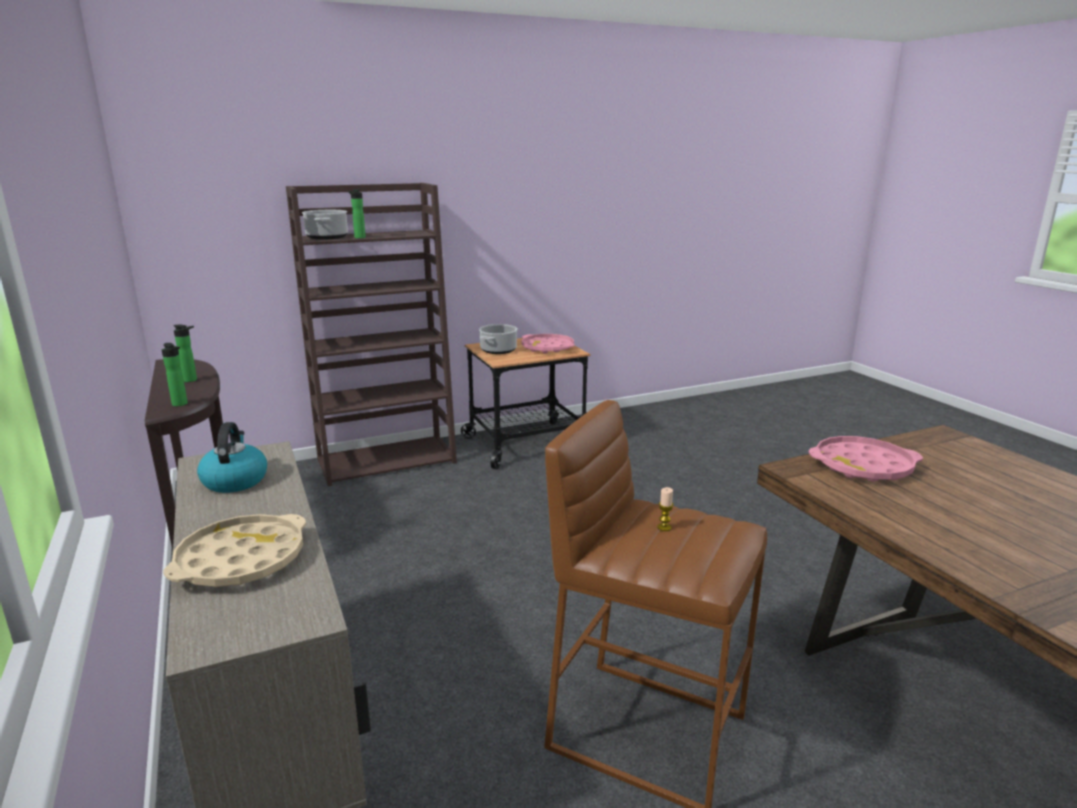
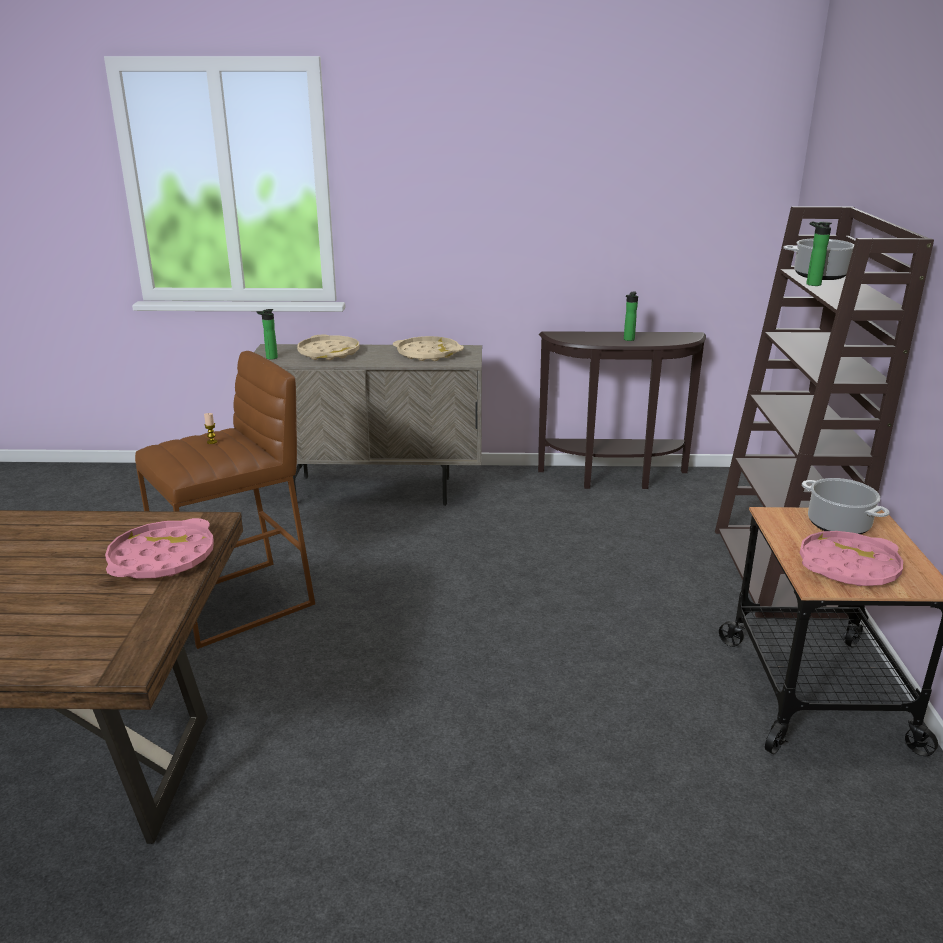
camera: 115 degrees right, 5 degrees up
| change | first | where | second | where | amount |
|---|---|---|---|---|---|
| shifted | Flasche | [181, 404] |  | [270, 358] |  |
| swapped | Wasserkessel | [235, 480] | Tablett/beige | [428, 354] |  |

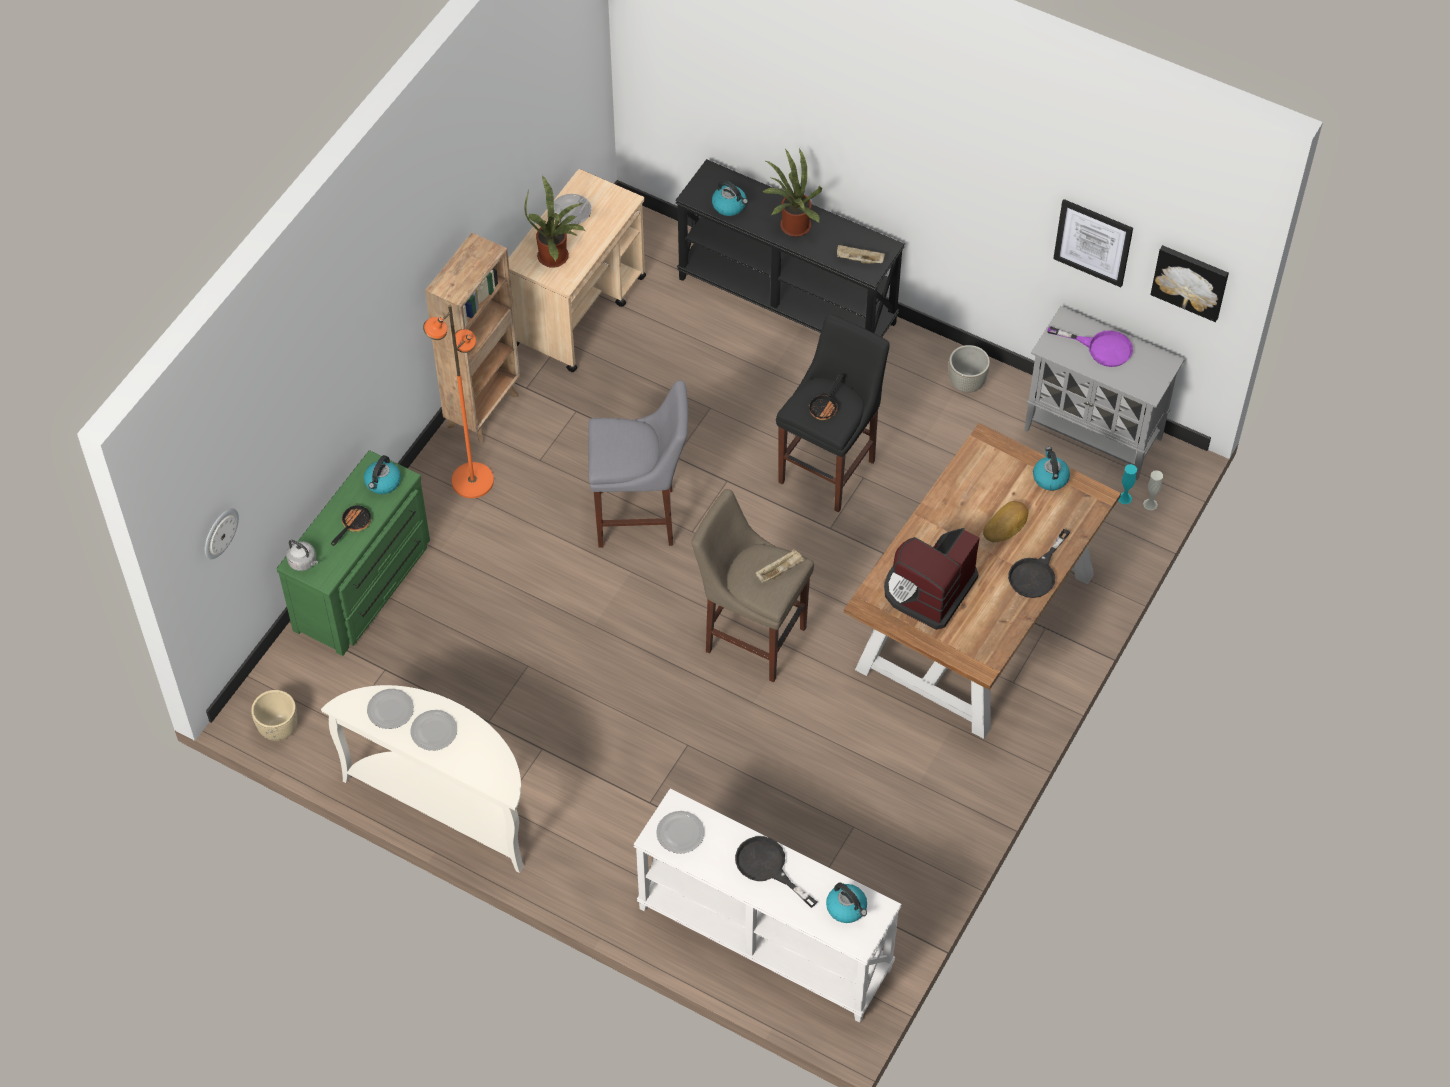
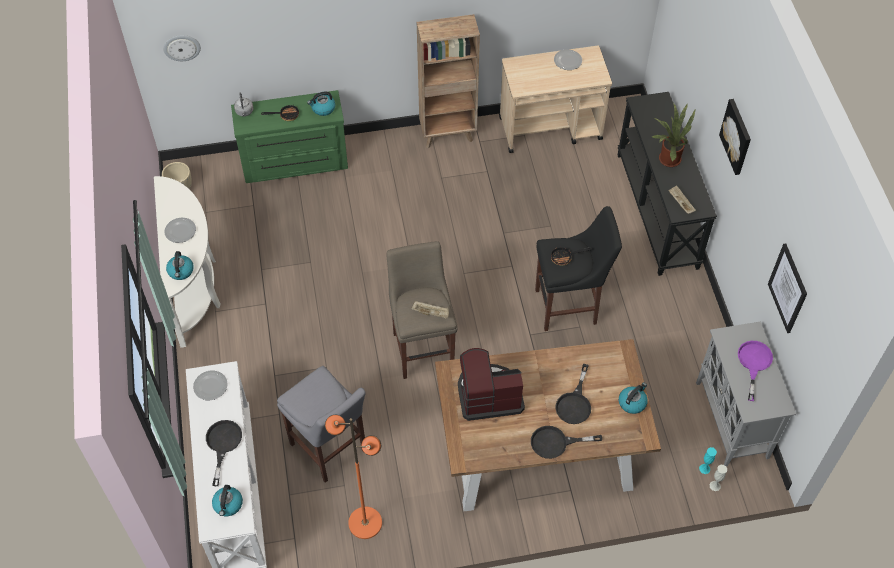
camera: 50 degrees right, 0 degrees up
| change | first | where | second | where | amount |
|---|---|---|---|---|---|
| gone | Topfpflanze | [556, 256] |  |  |  |
| shifted | Wasserkessel | [730, 205] |  | [181, 271] |  |
| shifted | Bild | [1190, 281] |  | [737, 136] |  |
| shifted | Stehlampe/orange | [471, 480] |  | [365, 522] |  |
| rotated | Pfanne/lila | [1101, 348] |  | [753, 363] | 150 degrees counterclockwise |
| gone | Pflanzkübel/grau | [967, 383] |  |  |  |
| shifted | Hocker/grau | [641, 518] |  | [330, 450] |  |
| swapped | Brot | [1006, 525] | Pfanne/schwarz | [574, 403] |  |
| gone | Teller | [390, 709] |  |  |  |

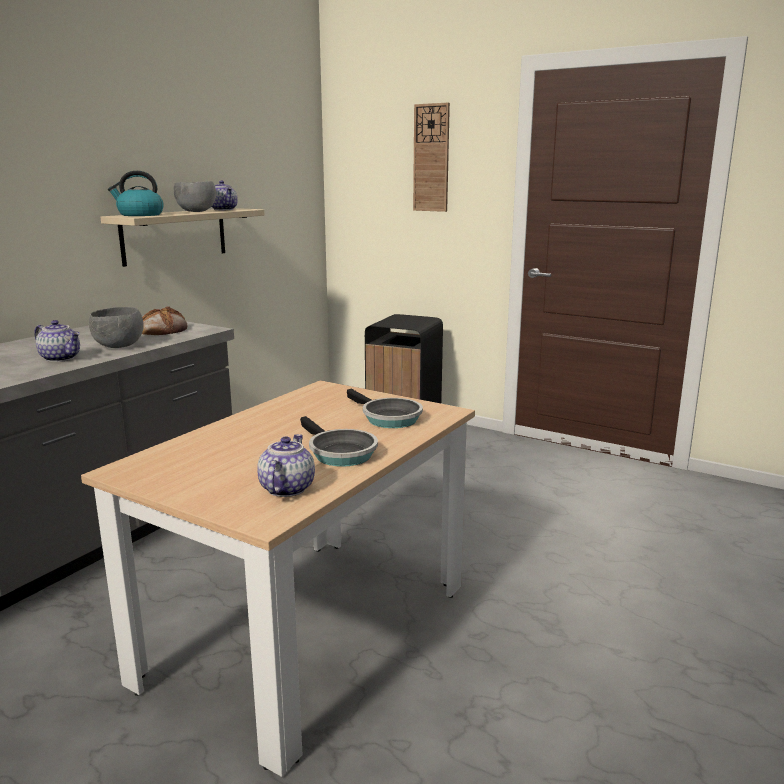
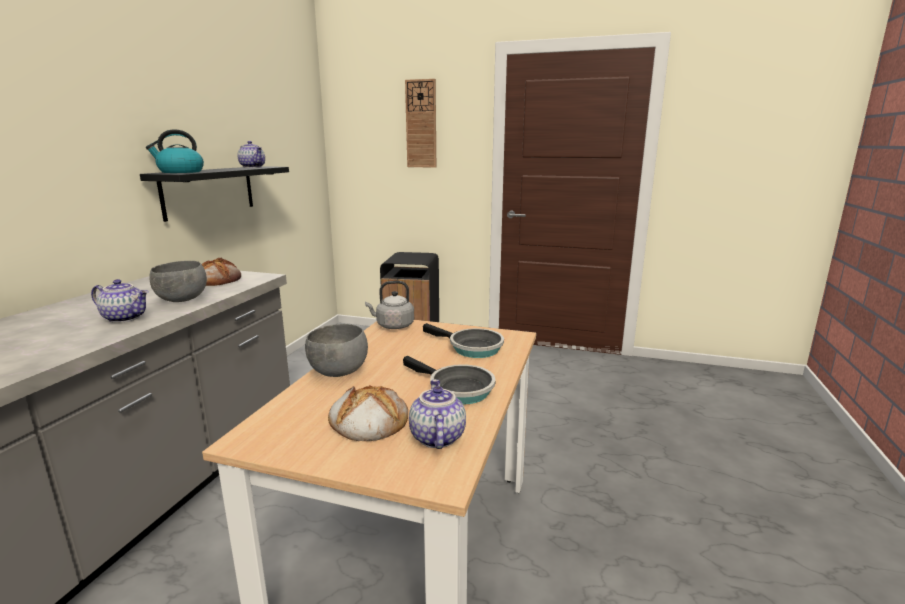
camera: 15 degrees left, 0 degrees up
| change | first | where | second | where | amount |
|---|---|---|---|---|---|
| shifted | Schüssel/grau | [196, 211] |  | [338, 373] |  |
| repainted | Wandregal/beige | [175, 235] | Wandregal/schwarz | [209, 191] |  |
| new |  |  | Wasserkessel/grau | [393, 326] |  |
| new |  |  | Brot | [368, 420] |  |

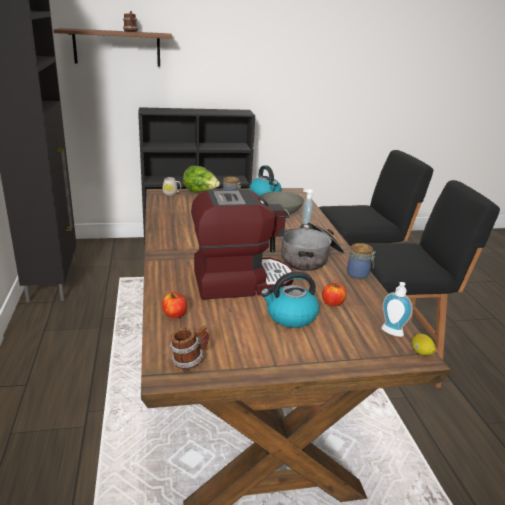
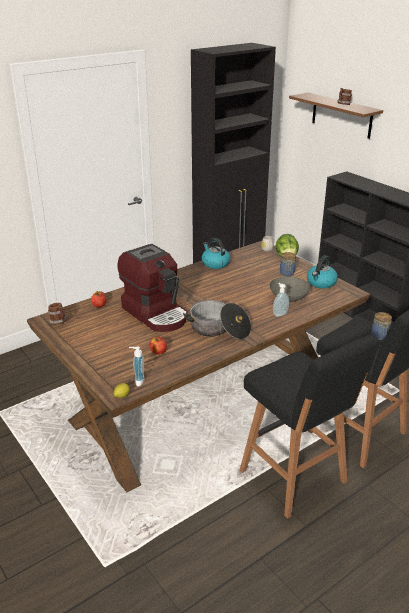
camera: 65 degrees right, 5 degrees up
| change | first | where | second | where | amount |
|---|---|---|---|---|---|
| shifted | Vorratsglas | [358, 275] |  | [380, 336] |  |
| shifted | Wasserkessel | [290, 316] |  | [215, 263] |  |

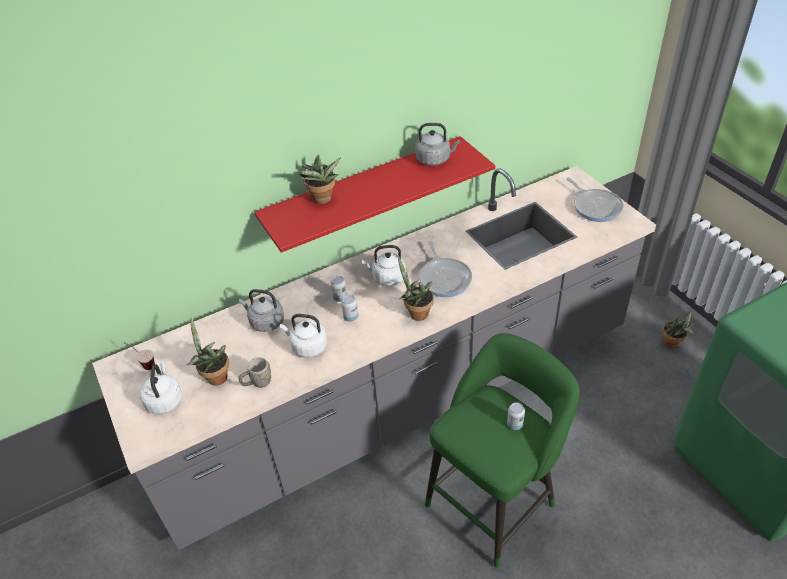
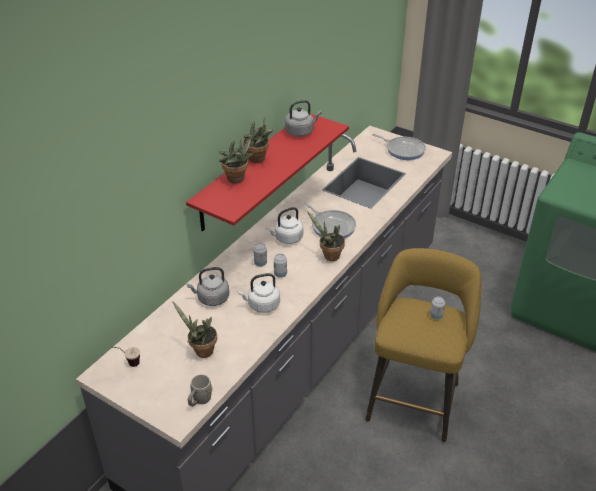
camera: 30 degrees left, 5 degrees down
| change | first | where | second | where | amount |
|---|---|---|---|---|---|
| shifted | Topfpflanze | [673, 344] |  | [259, 159] |  |
| repainted | Hocker/grün | [494, 500] | Hocker/gelb | [414, 397] |  |
| shifted | Henkelbecher/grau | [257, 383] |  | [199, 401] |  |
| gone | Wasserkessel/weiß | [164, 400] |  |  |  |

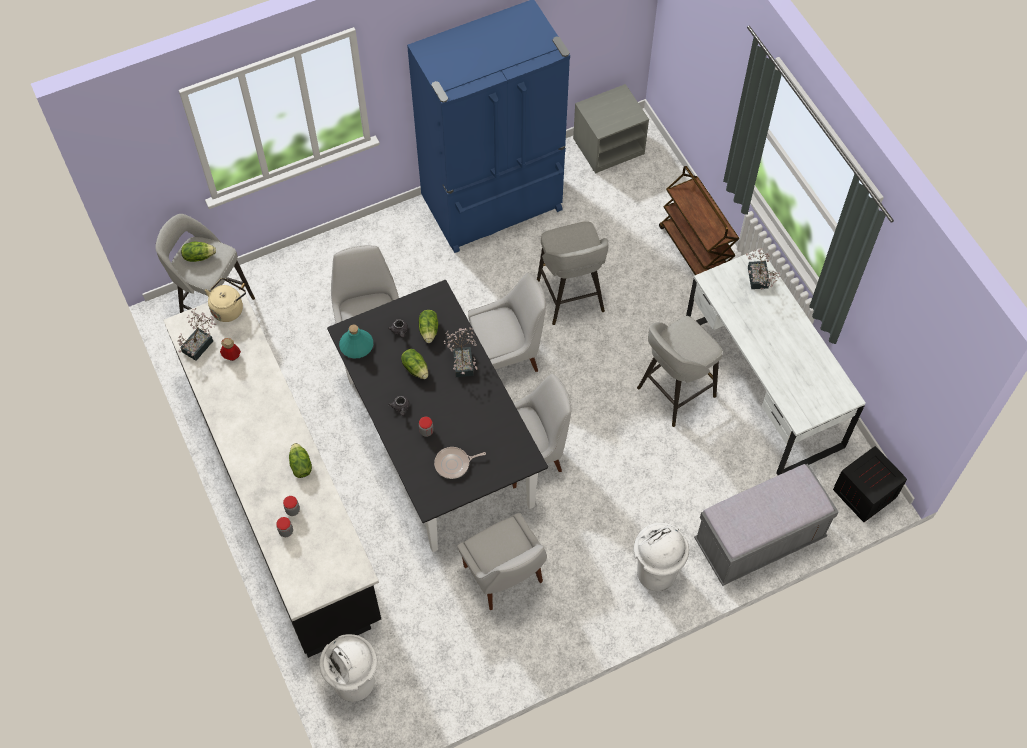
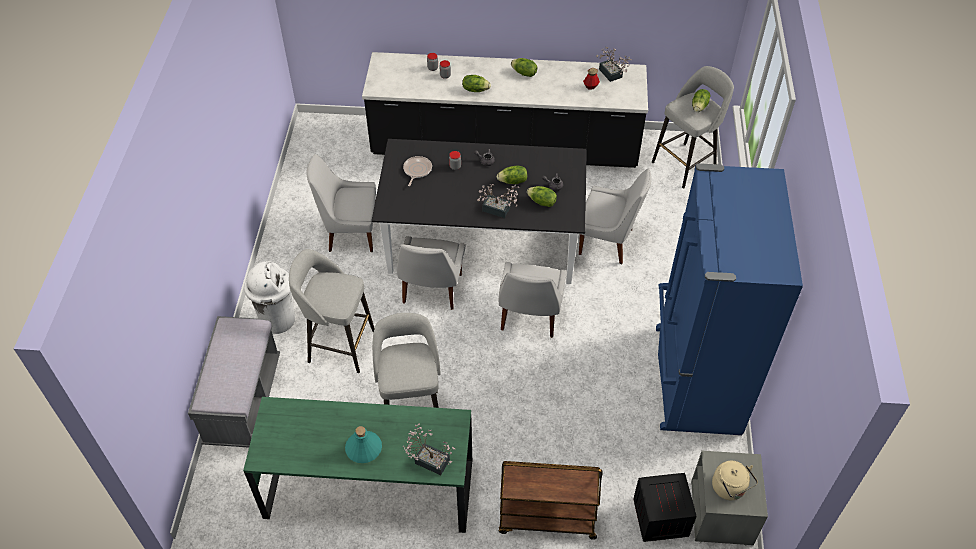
camera: 120 degrees right, 10 degrees down
| change | first | where | second | where | amount |
|---|---|---|---|---|---|
| shifted | Hocker/grau | [571, 298] |  | [339, 345] |  |
| repainted | Schreibtisch/weiß | [762, 386] | Schreibtisch/grün | [369, 489] |  |
| shifted | Wasserkessel/beige | [228, 308] |  | [730, 489] |  |
| shifted | Flasche/türkis | [356, 345] |  | [364, 448] |  |
| shifted | Kiste | [864, 494] |  | [659, 517] |  |
| gone | Mülleimer/weiß | [354, 682] |  |  |  |
| new |  |  | Salatkopf | [524, 73] |  |

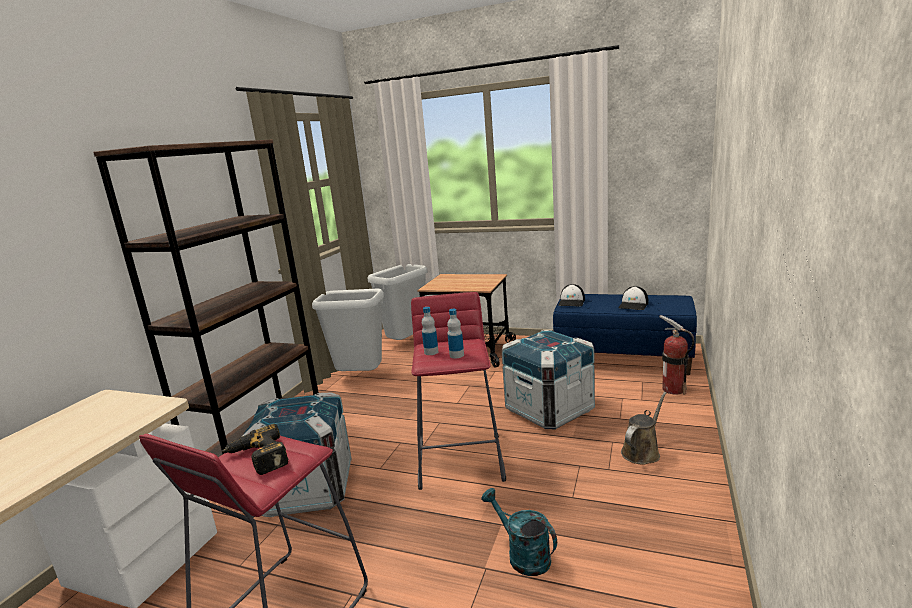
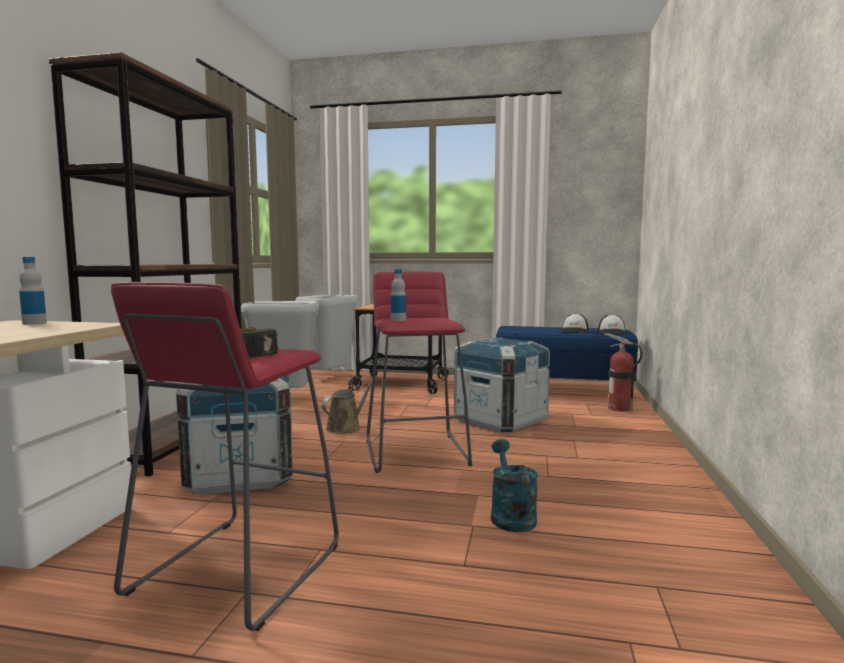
camera: 10 degrees left, 10 degrees down
| change | first | where | second | where | amount |
|---|---|---|---|---|---|
| shifted | Kappe | [572, 302] |  | [612, 333] |  |
| shifted | Flasche | [456, 355] |  | [34, 323] |  |
| shifted | Gießkanne/braun | [642, 452] |  | [346, 427] |  |
| rotated | Gießkanne/türkis | [522, 555] |  | [510, 515] | 45 degrees clockwise |

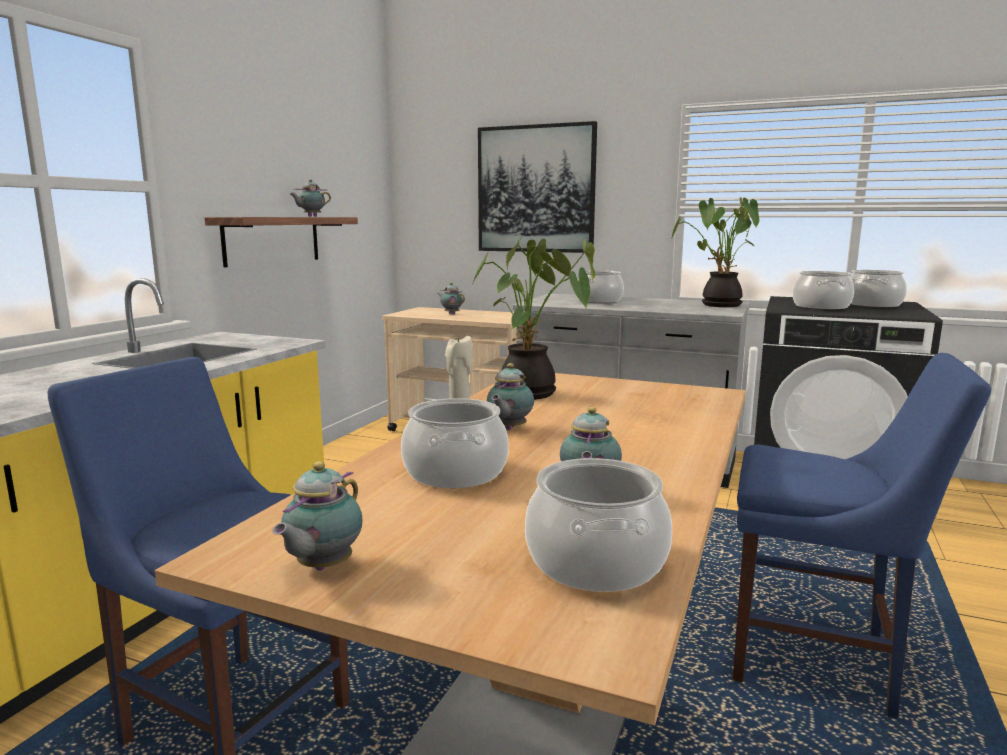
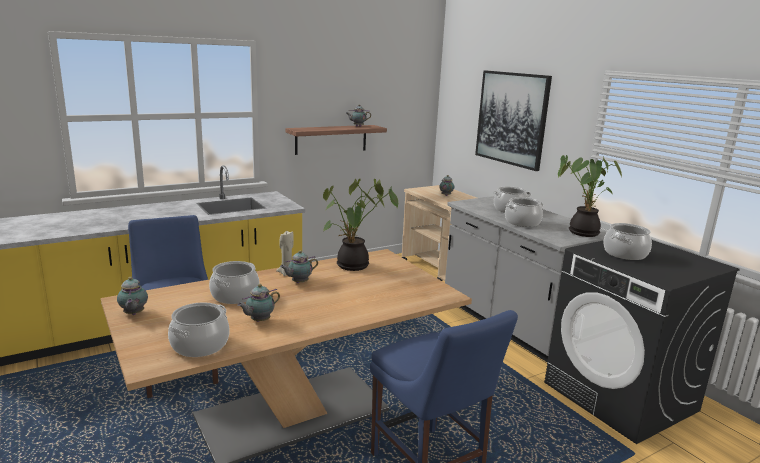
camera: 35 degrees right, 5 degrees up
| change | first | where | second | where | amount |
|---|---|---|---|---|---|
| shifted | Kochtopf | [872, 305] |  | [522, 222] |  |
| rotated | Teekanne | [322, 567] |  | [133, 314] | 75 degrees counterclockwise |

